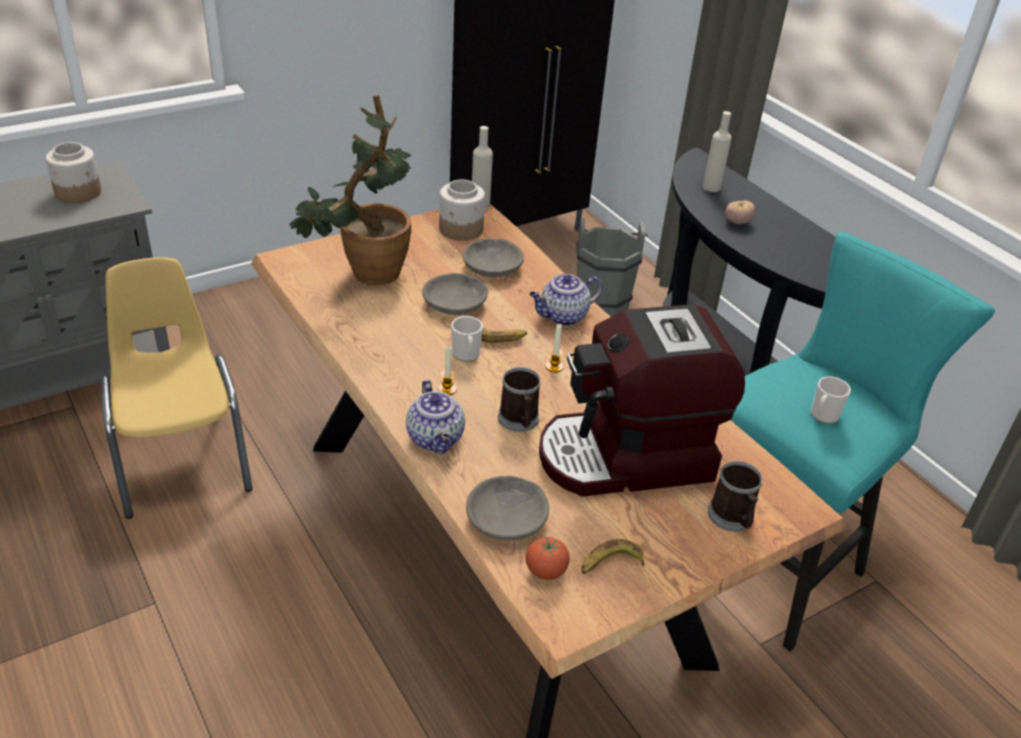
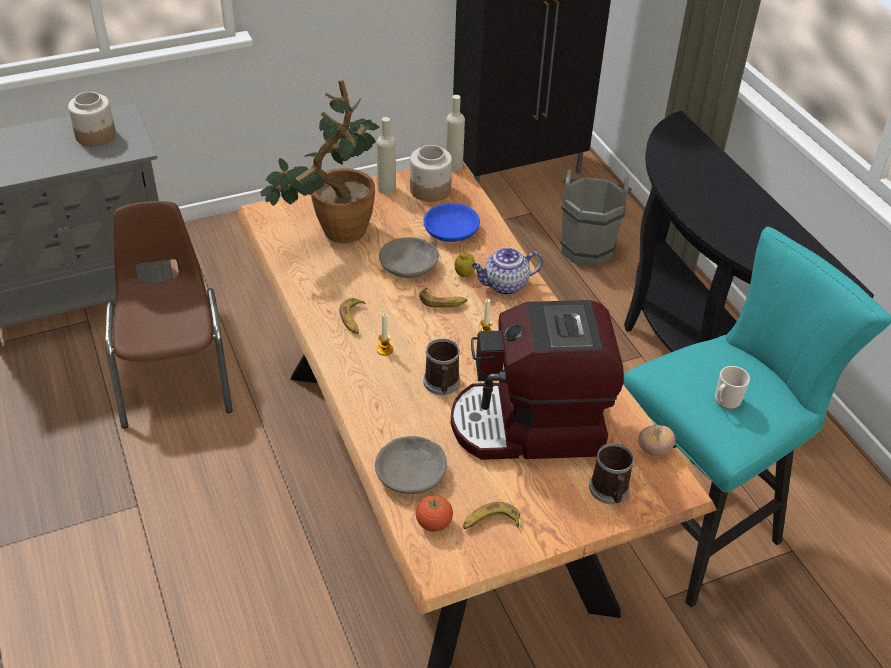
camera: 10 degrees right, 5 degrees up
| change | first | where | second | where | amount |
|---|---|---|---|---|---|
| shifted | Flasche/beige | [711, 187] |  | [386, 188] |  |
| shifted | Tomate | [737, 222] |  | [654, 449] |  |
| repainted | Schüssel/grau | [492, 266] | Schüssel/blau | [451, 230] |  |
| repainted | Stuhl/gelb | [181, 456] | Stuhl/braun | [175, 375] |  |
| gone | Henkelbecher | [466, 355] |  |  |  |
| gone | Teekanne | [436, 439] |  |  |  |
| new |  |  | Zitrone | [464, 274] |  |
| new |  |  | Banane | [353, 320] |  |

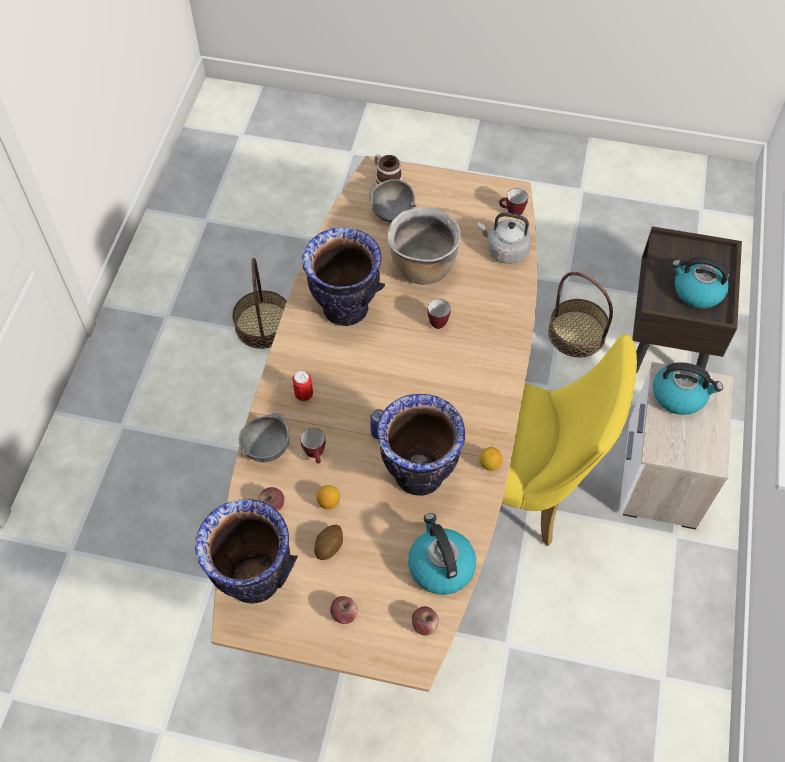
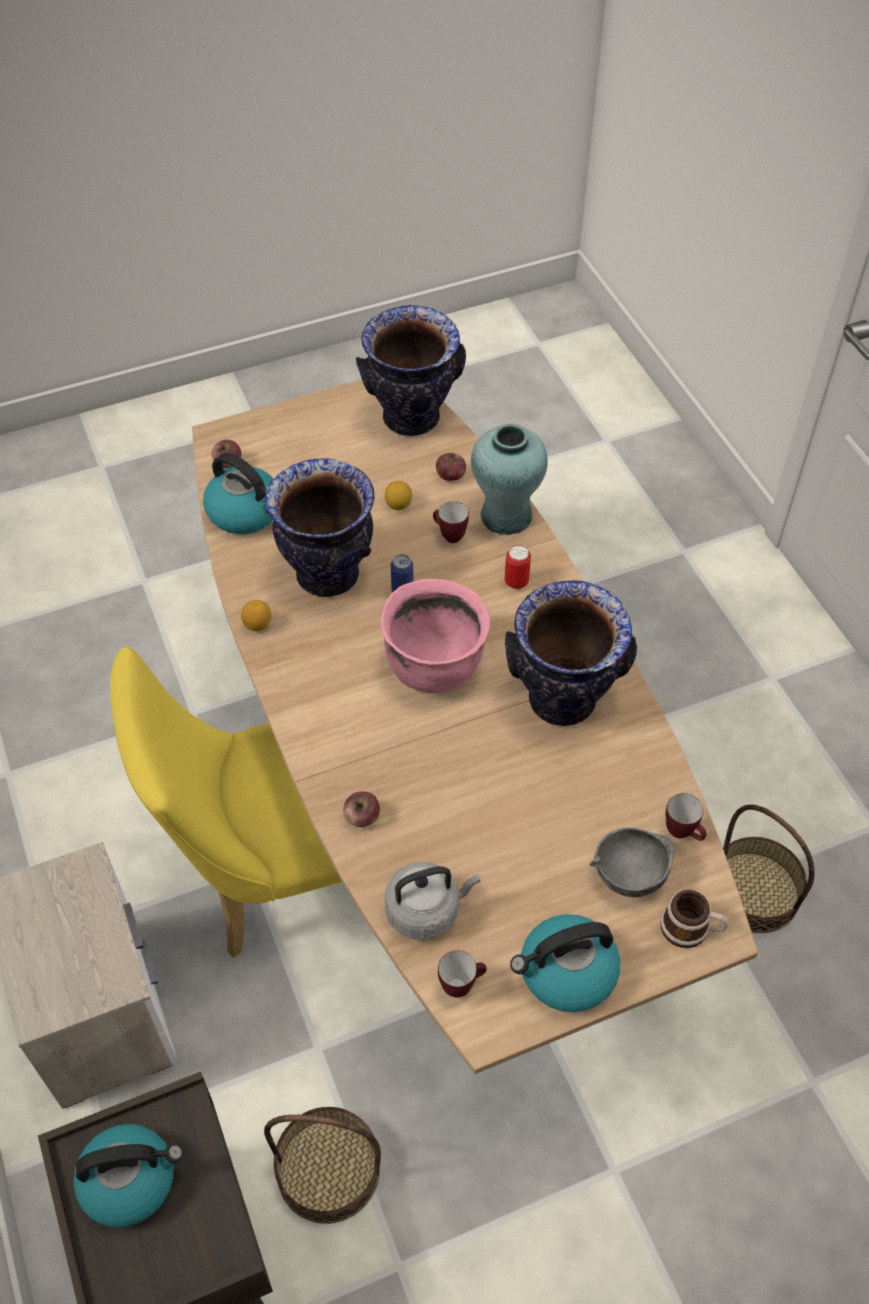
camera: 145 degrees right, 5 degrees down
| change | first | where | second | where | amount |
|---|---|---|---|---|---|
| gone | Kochtopf/braun | [422, 267] |  |  |  |
| shifted | Henkelbecher | [436, 321] |  | [683, 833] |  |
| shifted | Wasserkessel | [679, 395] |  | [566, 973] |  |
| swapped | Schüssel/grau | [265, 447] | Vase/türkis | [505, 516] |  |
| gone | Kartoffel | [329, 546] |  |  |  |
| shifted | Apfel | [344, 614] |  | [362, 817] |  |
| new |  |  | Kochtopf/rosa | [434, 666] |  |

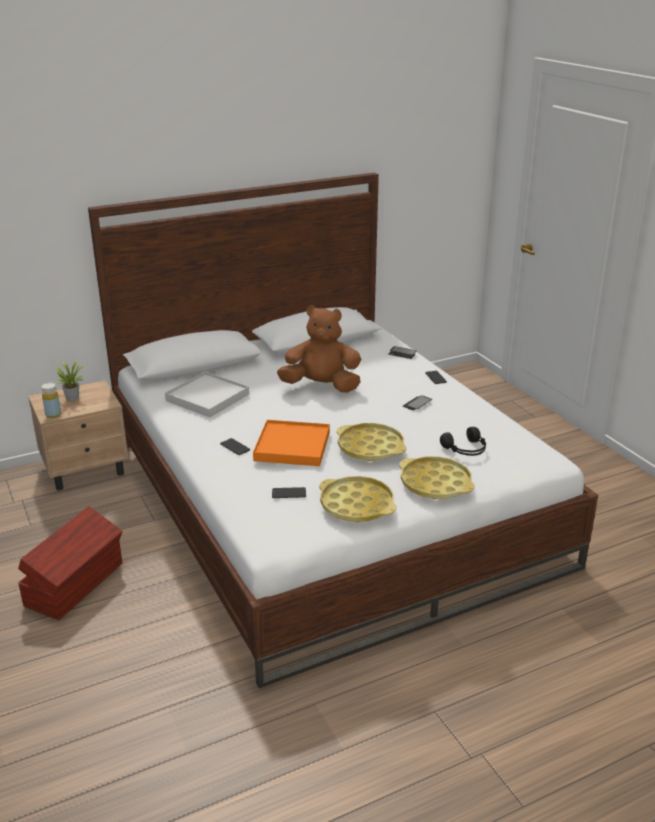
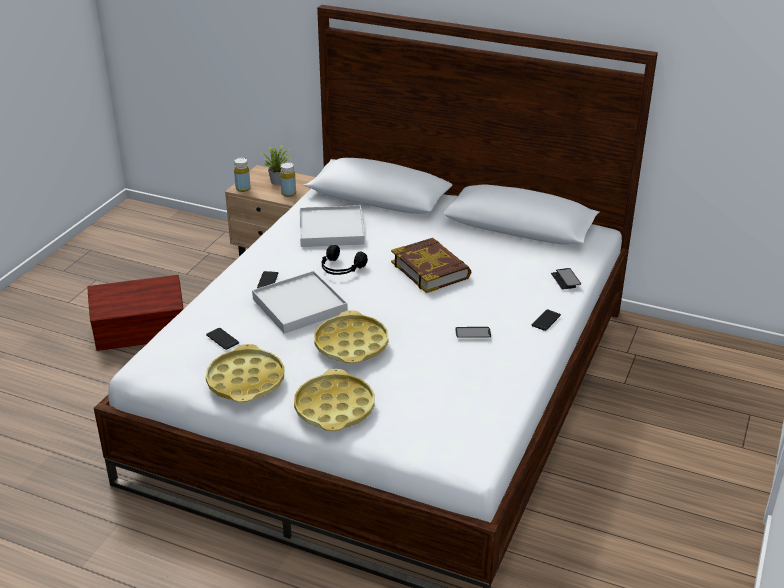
camera: 50 degrees right, 5 degrees up
| change | first | where | second | where | amount |
|---|---|---|---|---|---|
| swapped | Plüschtier/braun | [321, 386] | Buch | [430, 270] |  |
| repainted | Tablett/orange | [292, 446] | Tablett/weiß | [299, 305] |  |
| shifted | Kopfhörer/schwarz | [466, 450] |  | [340, 269] |  |
| new |  |  | Flasche/gelb | [288, 194] |  |

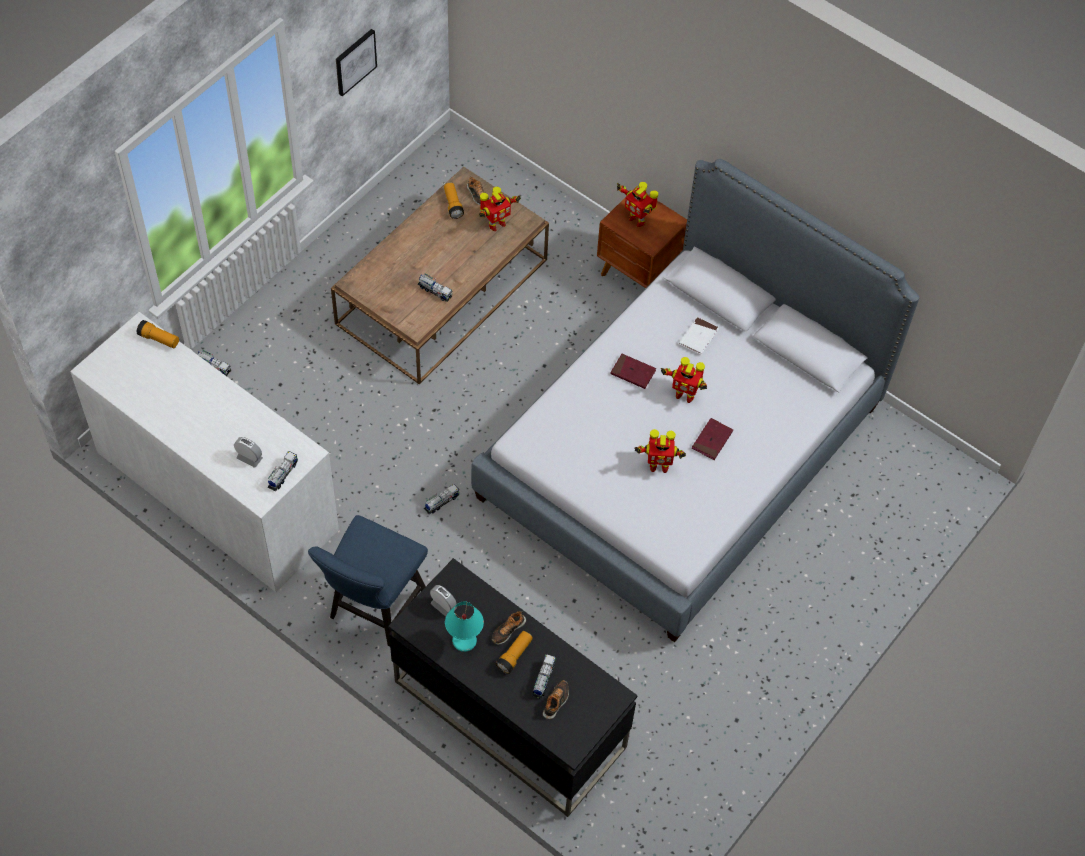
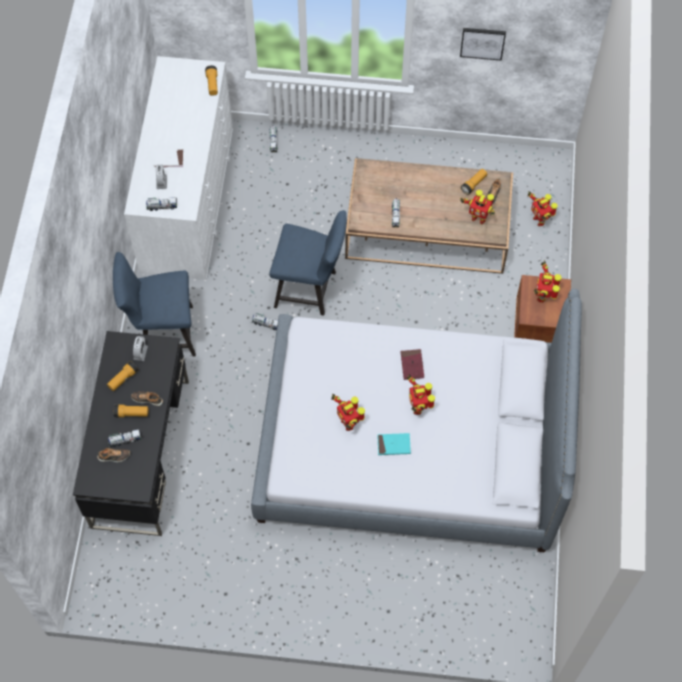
camera: 60 degrees right, 5 degrees up
| change | first | where | second | where | amount |
|---|---|---|---|---|---|
| shifted | Buch/weiß | [698, 337] |  | [168, 159] |  |
| repainted | Buch/rot | [712, 440] | Buch/türkis | [393, 445] |  |
| swapped | Tischlampe/türkis | [464, 641] | Taschenlampe | [123, 379] |  |
| new |  |  | Spielzeugroboter | [539, 220] |  |
| new |  |  | Stuhl/blau | [310, 289] |  |

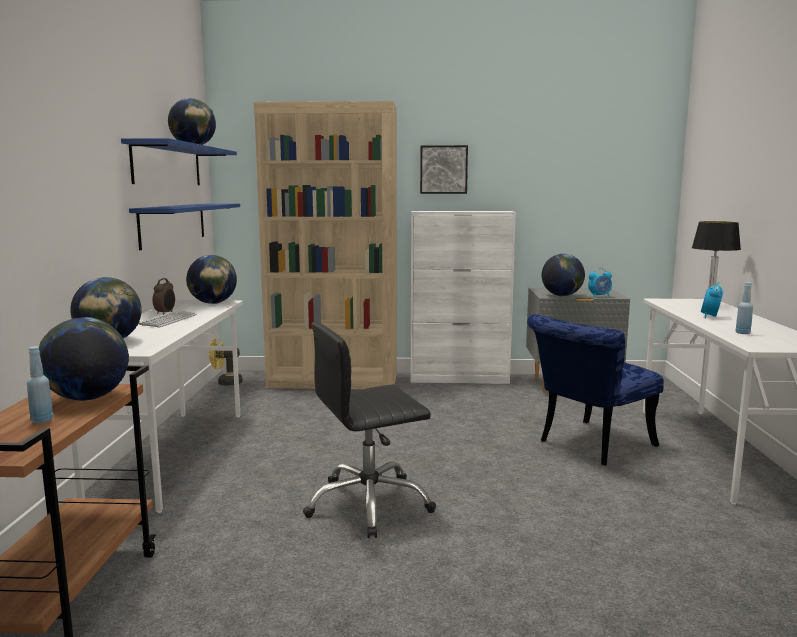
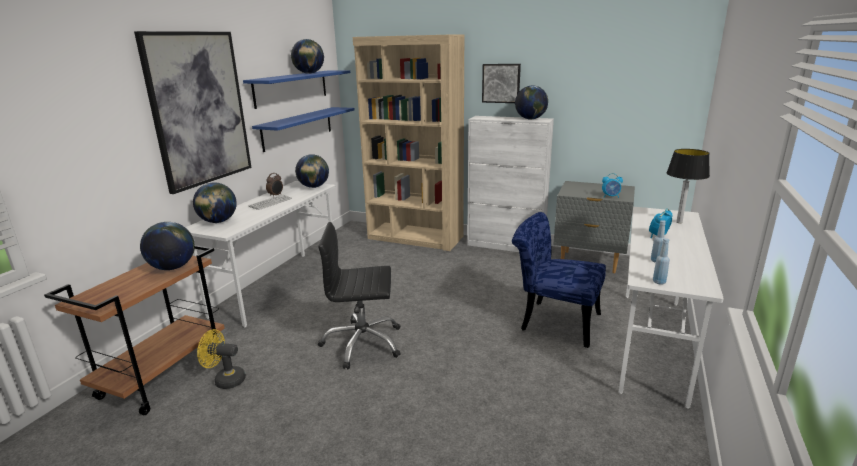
camera: 20 degrees right, 10 degrees up
| change | first | where | second | where | amount |
|---|---|---|---|---|---|
| shifted | Globus | [562, 296] |  | [530, 119] |  |
| rotated | Stuhl/blau | [589, 445] |  | [553, 321] | 45 degrees clockwise |
| shifted | Ventilator/gelb | [226, 383] |  | [225, 380] |  |
| shifted | Flasche/blau | [42, 421] |  | [659, 282] |  |
| new |  |  | Bild | [199, 109] |  |

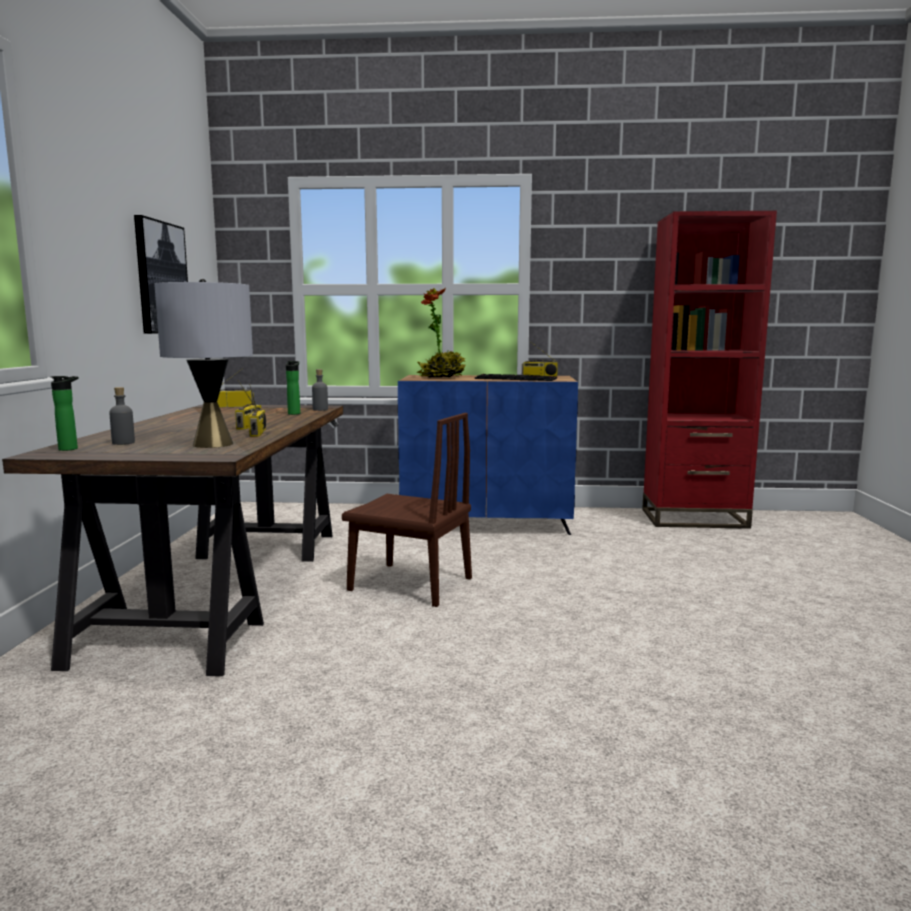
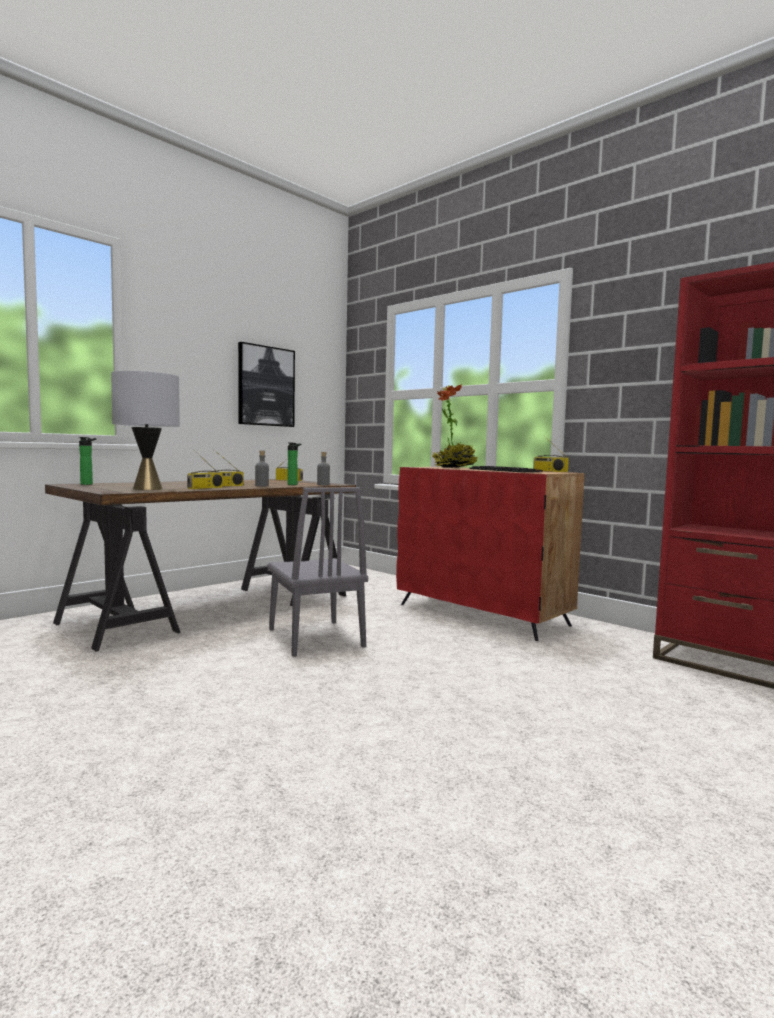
camera: 40 degrees right, 5 degrees down
| change | first | where | second | where | amount |
|---|---|---|---|---|---|
| repainted | Schrank/blau | [487, 523] | Schrank/rot | [482, 614] |  |
| shifted | Flasche/grau | [123, 443] |  | [262, 486] |  |
| repainted | Stuhl/braun | [410, 584] | Stuhl/grau | [315, 637] |  |

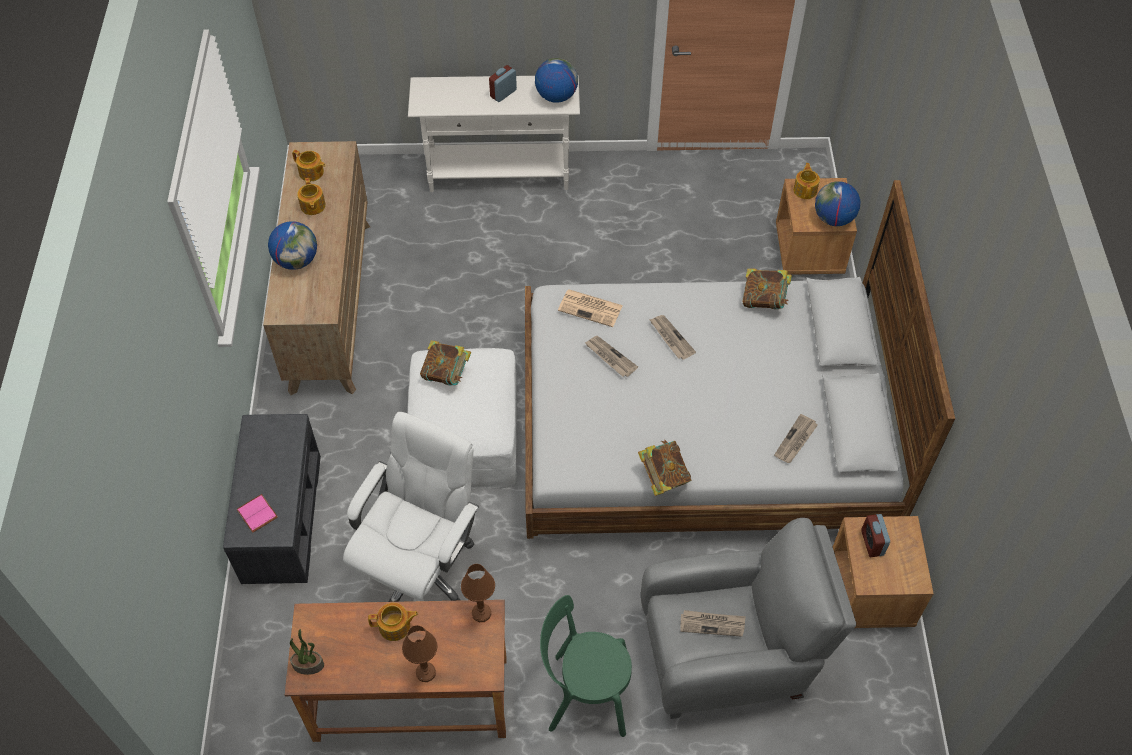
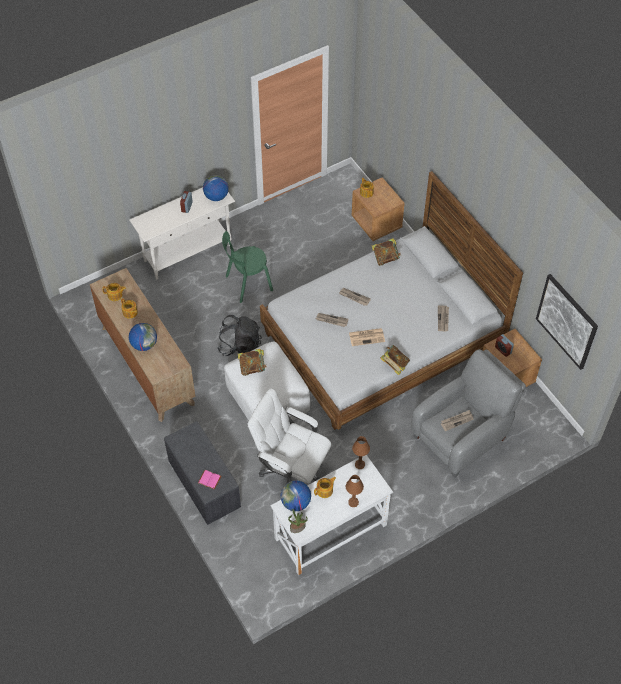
camera: 30 degrees left, 0 degrees up
| change | first | where | second | where | amount |
|---|---|---|---|---|---|
| shifted | Globus | [833, 219] |  | [296, 503] |  |
| shifted | Zeitung | [591, 308] |  | [367, 337] |  |
| rotated | Bürostuhl/weiß | [420, 566] |  | [291, 470] | 60 degrees counterclockwise |
| shifted | Stuhl/grün | [584, 694] |  | [247, 284] |  |
| repainted | Schreibtisch/braun | [411, 699] | Schreibtisch/weiß | [331, 532] |  |
| new |  |  | Bild | [567, 321] |  |
| new |  |  | Rucksack/schwarz | [240, 345] |  |

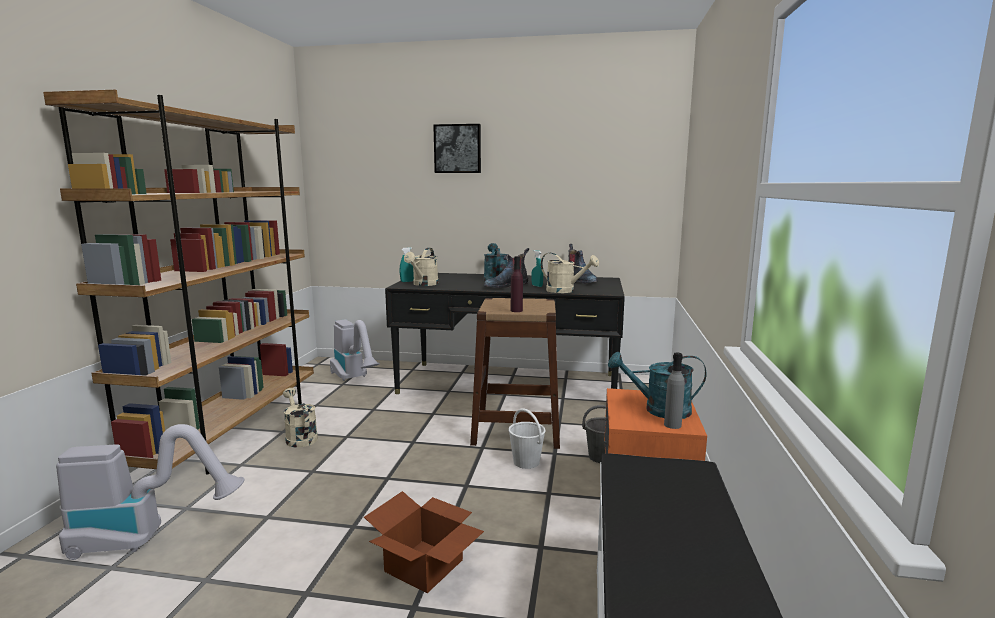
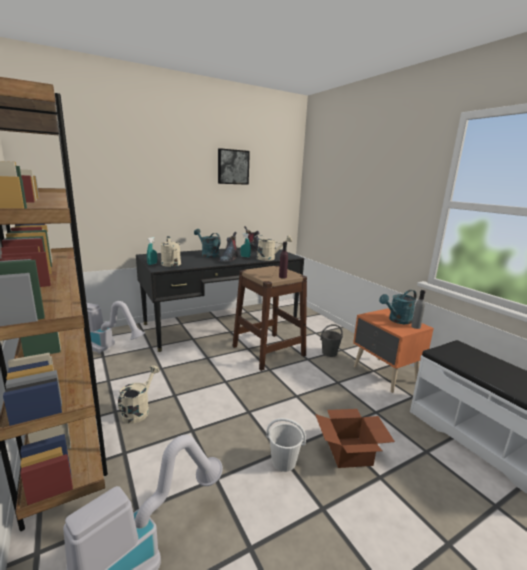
camera: 40 degrees left, 5 degrees up
| change | first | where | second | where | amount |
|---|---|---|---|---|---|
| shifted | Bild | [458, 149] |  | [232, 167] |  |
| rotated | Gießkanne/beige | [299, 437] |  | [138, 410] | 90 degrees clockwise |
| shifted | Eimer/weiß | [526, 462] |  | [283, 461] |  |

